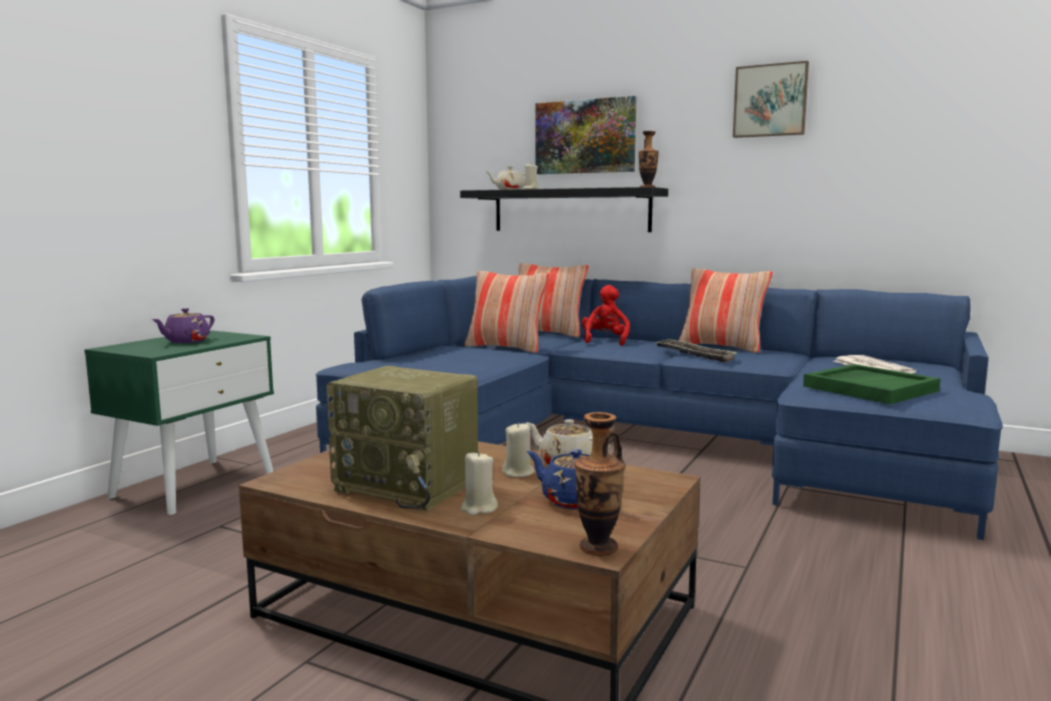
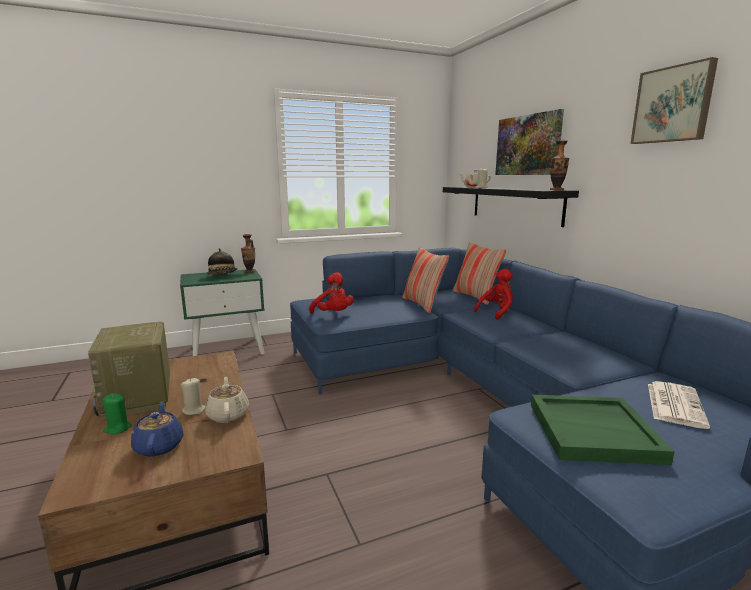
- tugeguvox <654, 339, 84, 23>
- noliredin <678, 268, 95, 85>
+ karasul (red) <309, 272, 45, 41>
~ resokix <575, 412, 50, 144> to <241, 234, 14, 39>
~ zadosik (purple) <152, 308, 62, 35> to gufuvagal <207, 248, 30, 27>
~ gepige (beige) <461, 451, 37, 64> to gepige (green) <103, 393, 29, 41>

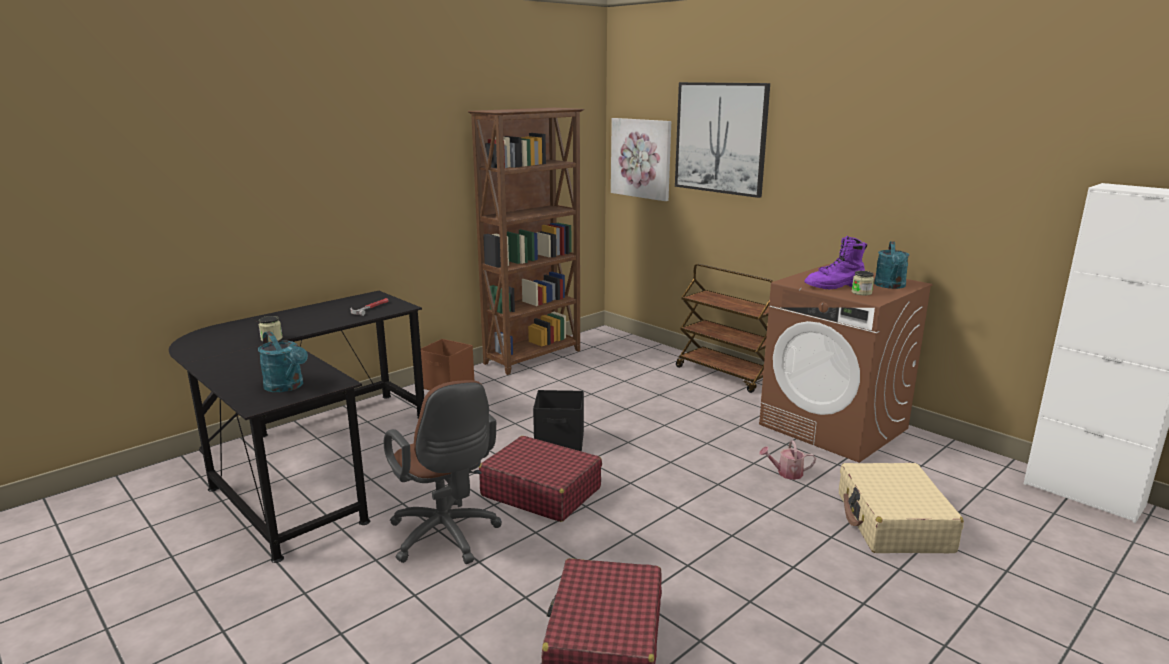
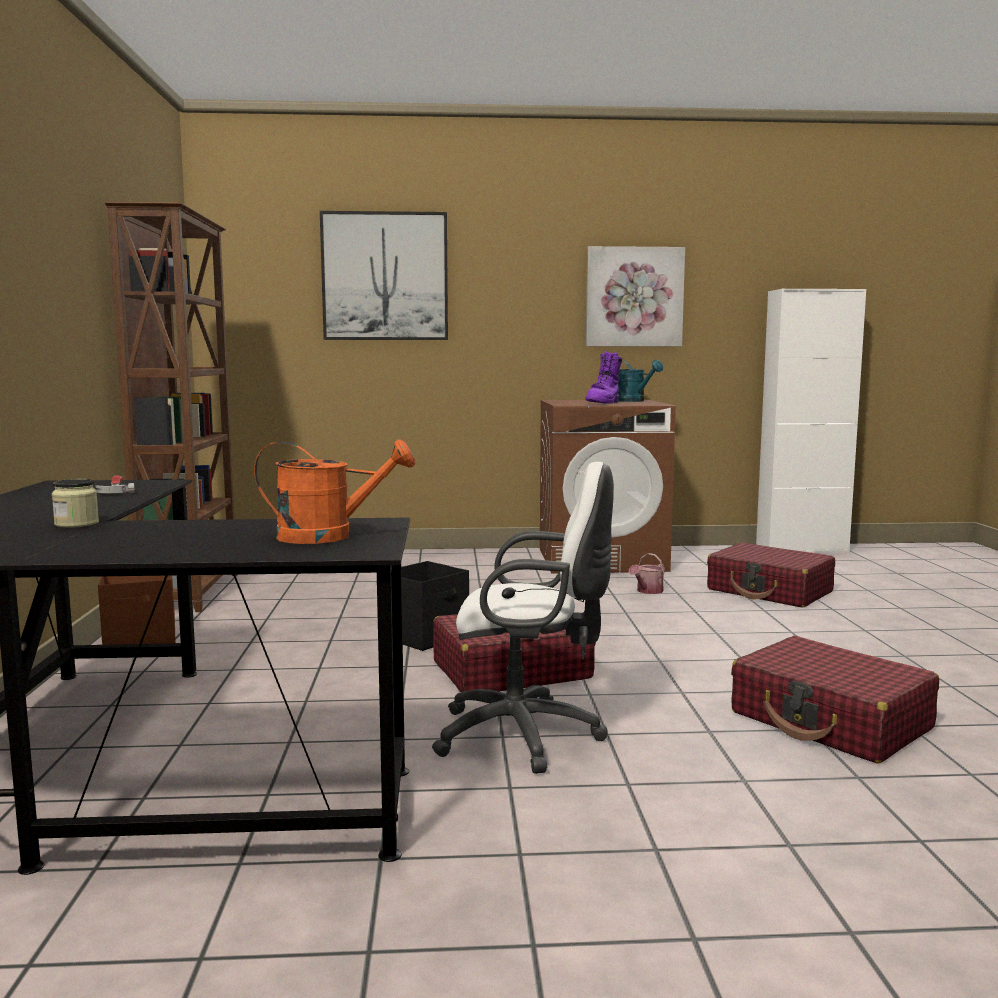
- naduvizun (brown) <676, 264, 97, 129>
- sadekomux <852, 271, 22, 24>
~ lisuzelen <611, 118, 60, 83> to <586, 246, 99, 101>
~ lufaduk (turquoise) <258, 331, 50, 61> to lufaduk (orange) <254, 439, 161, 105>
~ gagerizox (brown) <384, 380, 118, 184> to gagerizox (white) <432, 462, 182, 312>
~ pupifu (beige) <839, 463, 125, 90> to pupifu (red) <707, 542, 128, 66>

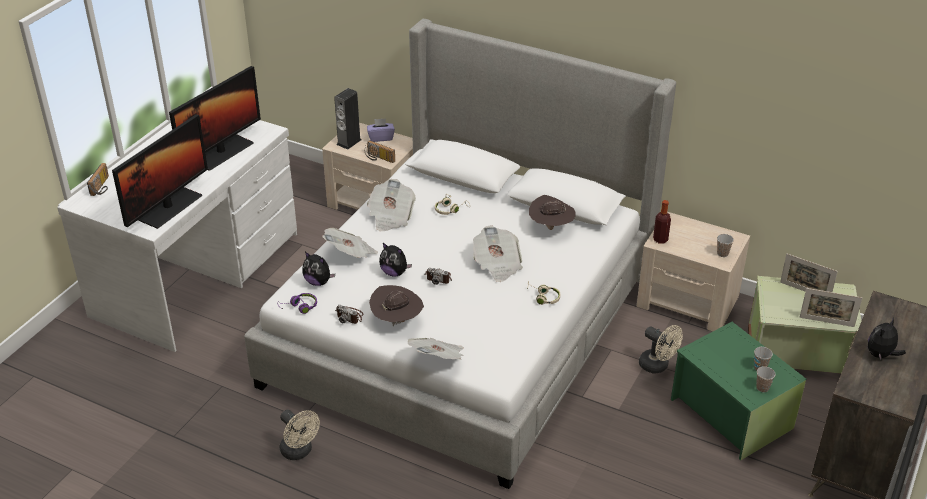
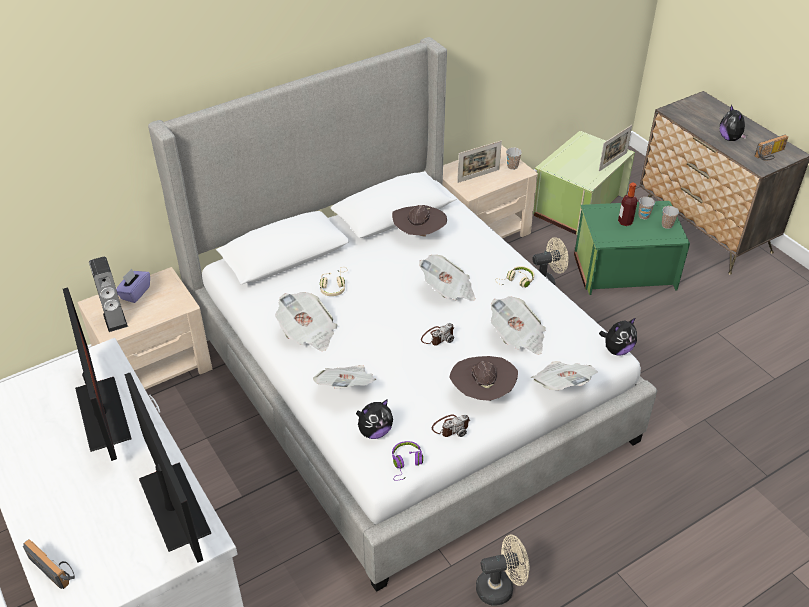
+ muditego <491, 296, 55, 59>
~ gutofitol <365, 140, 30, 23> to <755, 135, 33, 25>
~ karasul <379, 243, 33, 33> to <599, 317, 38, 38>
~ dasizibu <653, 200, 18, 44> to <618, 183, 20, 43>
~ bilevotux <780, 254, 58, 38> to <457, 141, 45, 42>

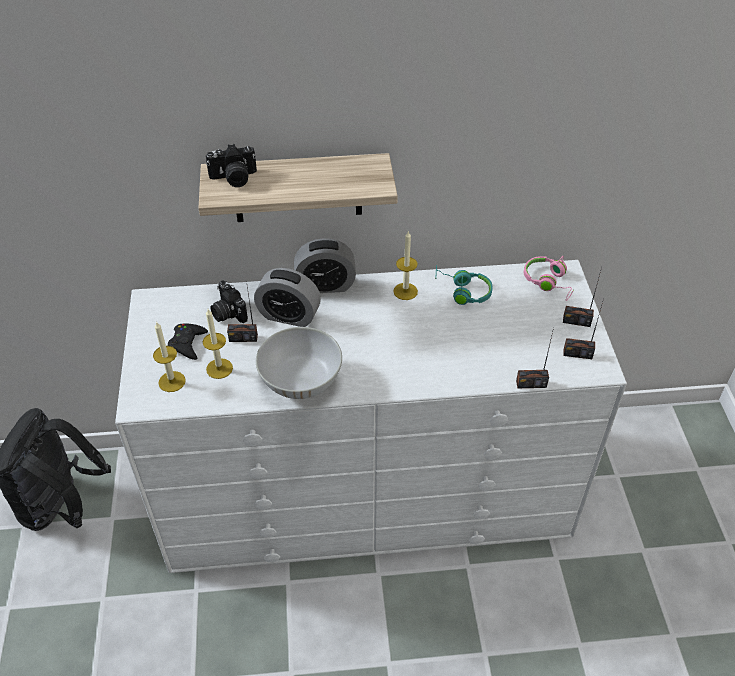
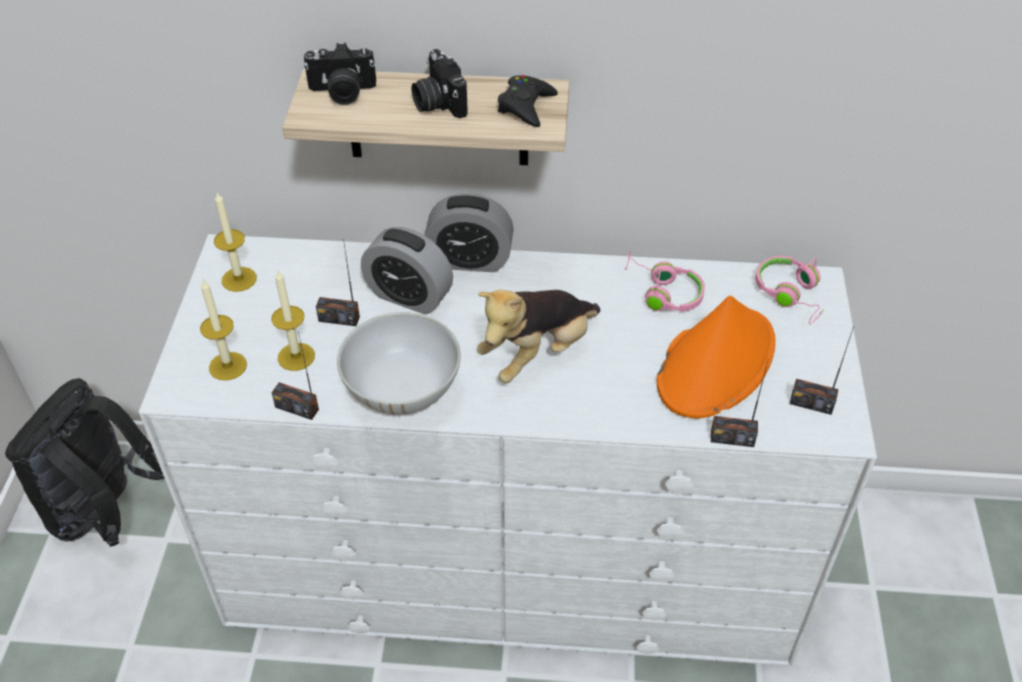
+ karasul <477, 290, 123, 93>
+ gufuvagal (orange) <657, 295, 119, 123>
~ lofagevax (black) <168, 323, 40, 37> to <498, 75, 60, 52>
~ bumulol <210, 280, 38, 43> to <412, 49, 56, 69>
~ gepige <394, 231, 24, 69> to <214, 192, 43, 100>
~ gutofitol <563, 267, 39, 60> to <271, 331, 48, 89>
~ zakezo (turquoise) <435, 265, 57, 40> to zakezo (pink) <625, 250, 80, 62>

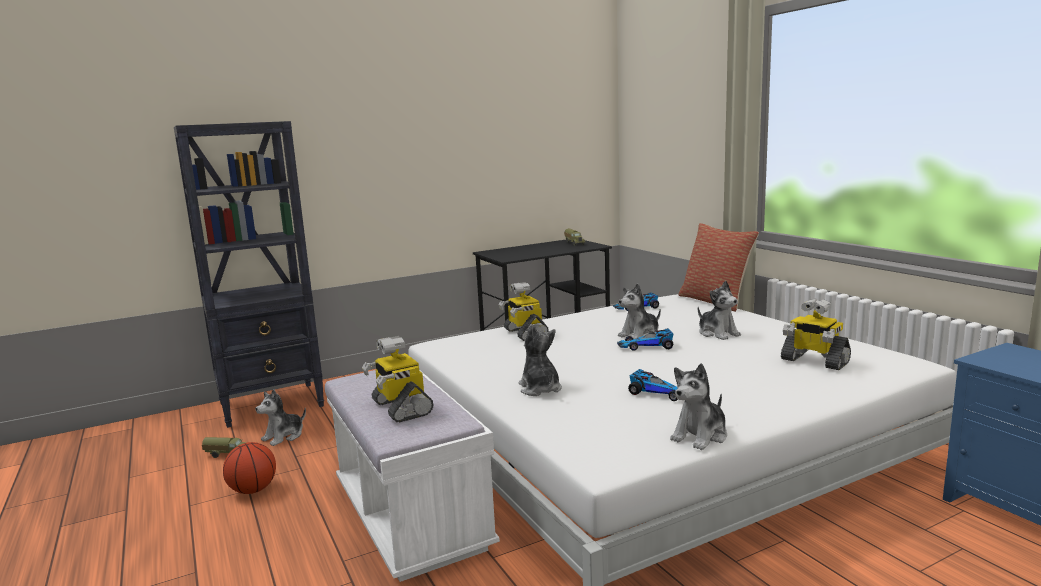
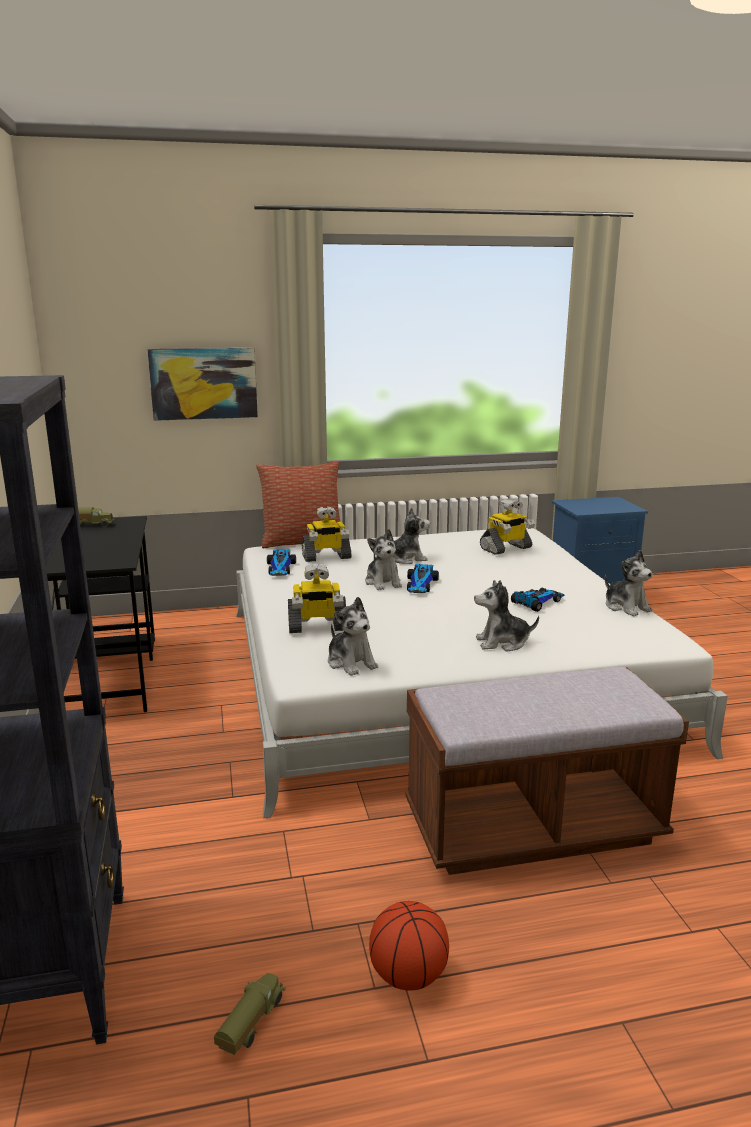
+ lisuzelen <147, 348, 111, 73>
~ karasul <255, 389, 51, 57> to <328, 597, 50, 79>
~ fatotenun <362, 336, 72, 87> to <302, 506, 50, 56>
~ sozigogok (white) <325, 370, 175, 212> to sozigogok (brown) <405, 667, 284, 208>

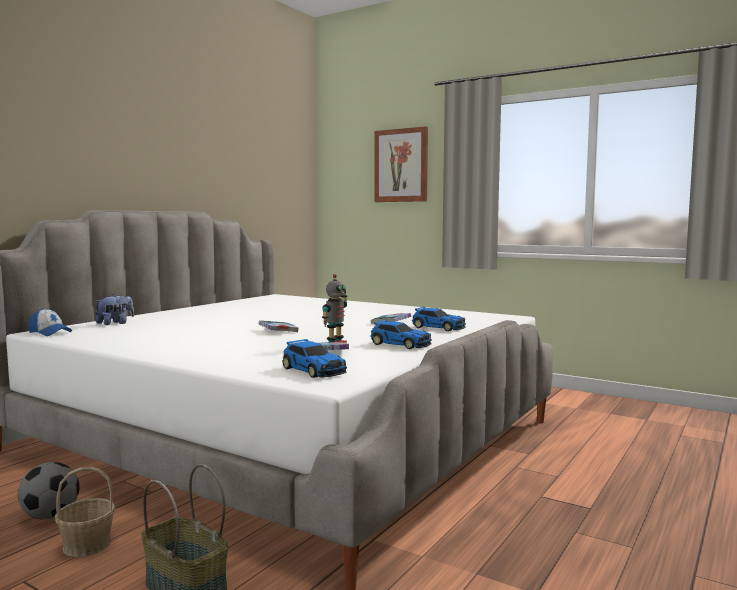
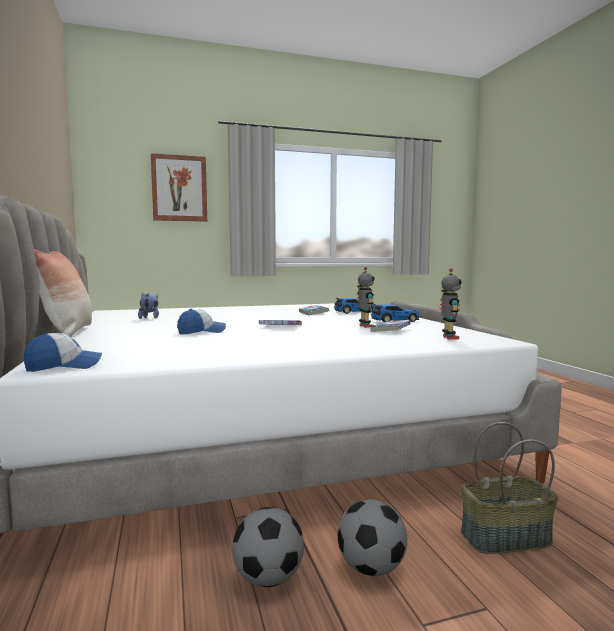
+ noliredin <34, 249, 58, 88>
+ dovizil <177, 309, 49, 25>
~ karasul <94, 294, 40, 31> to <138, 292, 21, 27>
~ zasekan <55, 467, 60, 90> to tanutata <338, 499, 69, 77>
~ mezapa <282, 339, 65, 39> to fatotenun <440, 268, 22, 71>

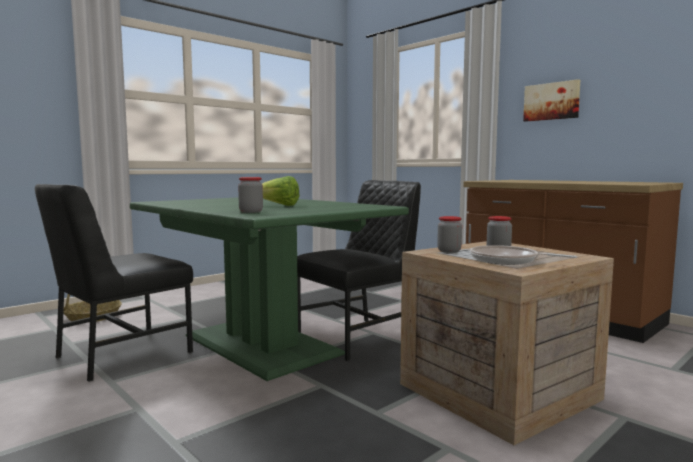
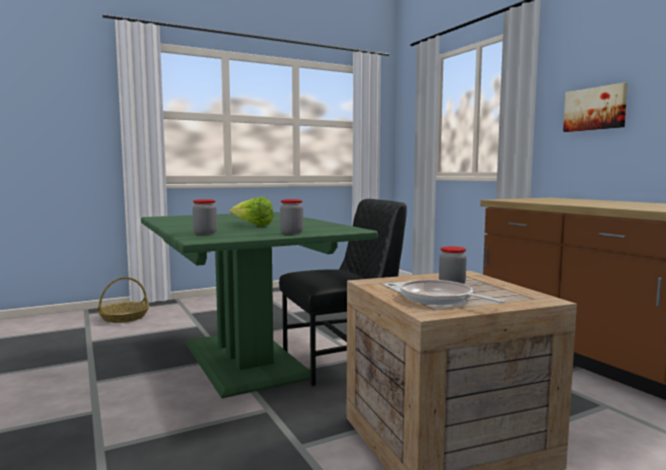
- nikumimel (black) <35, 184, 158, 198>
~ sadekomux <437, 216, 25, 37> to <280, 199, 23, 35>

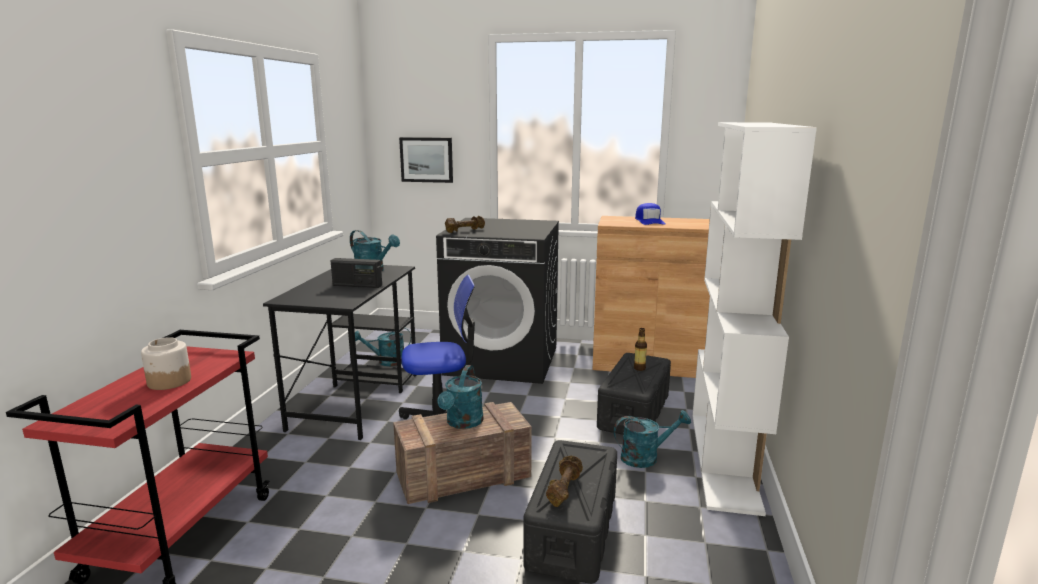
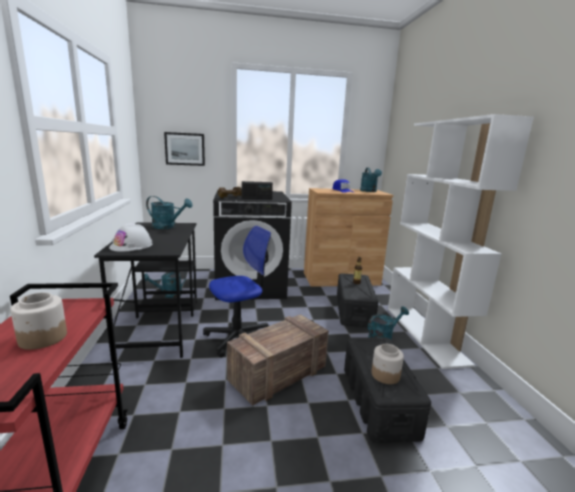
+ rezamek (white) <109, 223, 43, 29>
~ gutofitol <331, 258, 51, 30> to <242, 181, 31, 18>
~ lufaduk (turquoise) <437, 365, 47, 64> to <360, 168, 22, 24>
~ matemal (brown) <546, 456, 37, 51> to sadekomux <371, 344, 33, 40>

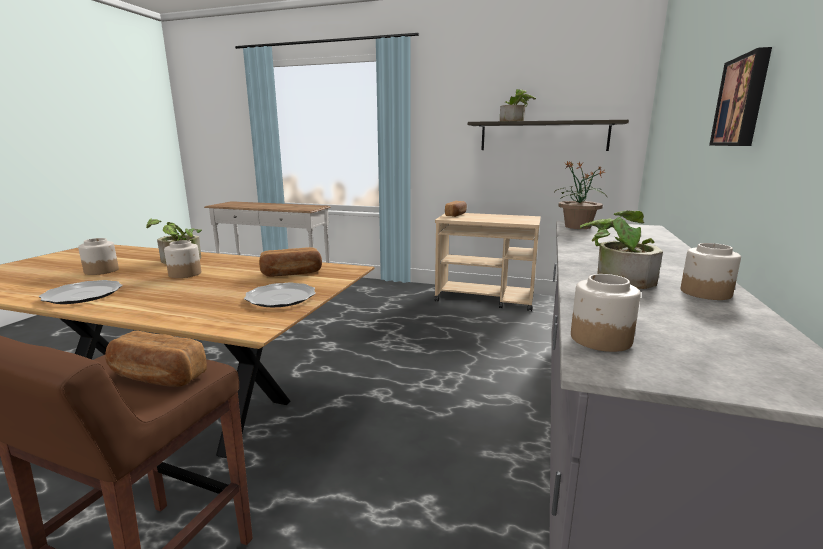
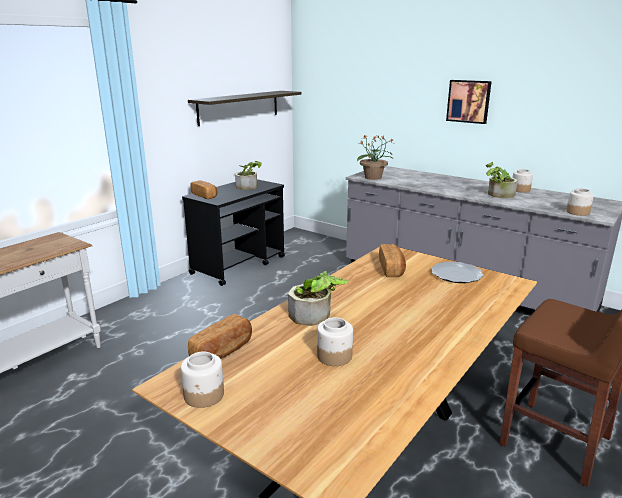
- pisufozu <39, 280, 84, 24>
~ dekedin <105, 331, 102, 56> to <188, 314, 64, 45>
~ sadekomux <164, 240, 37, 38> to <181, 352, 43, 56>
~ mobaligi <500, 89, 36, 32> to <235, 161, 27, 29>
~ naduvizun (beige) <434, 213, 107, 98> to naduvizun (black) <182, 179, 103, 107>

